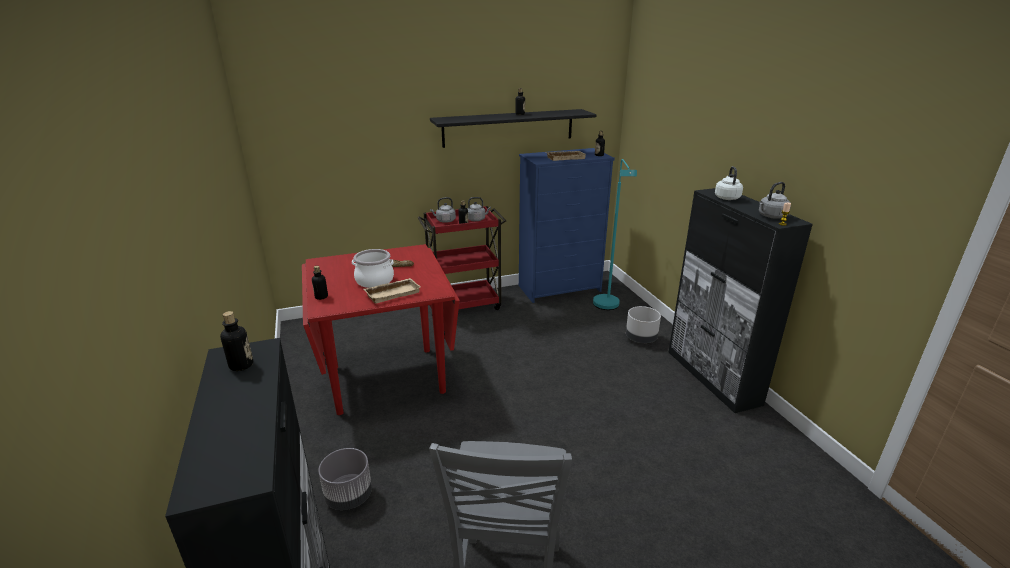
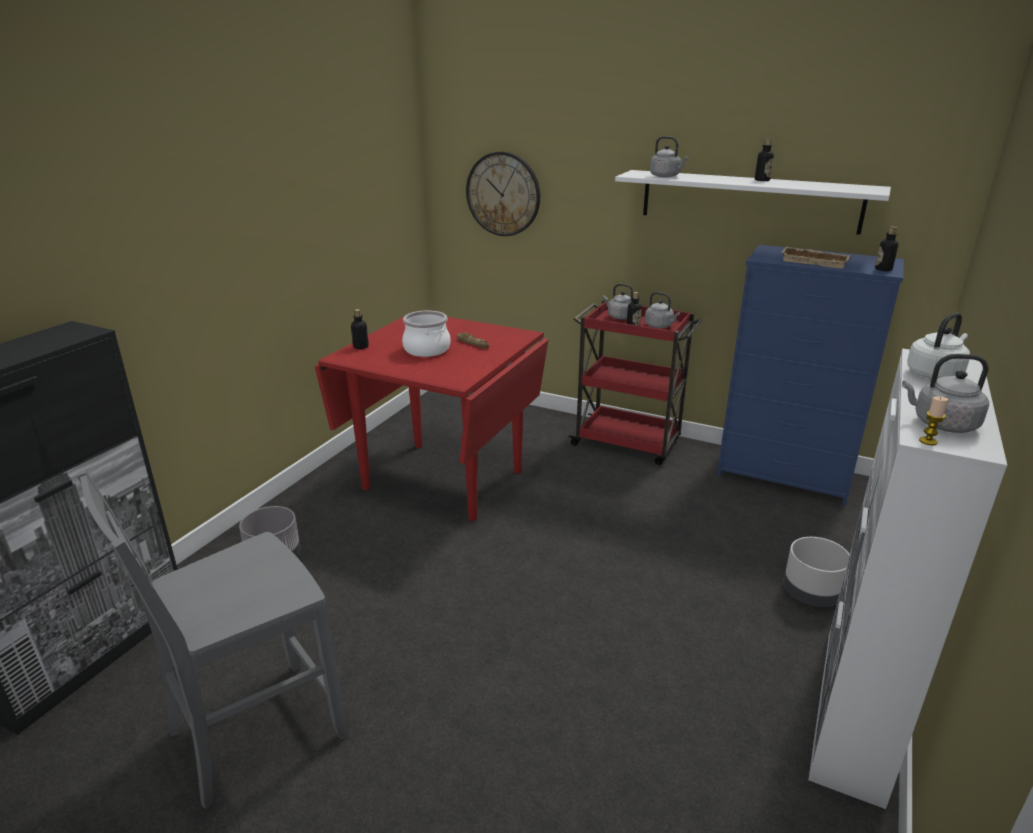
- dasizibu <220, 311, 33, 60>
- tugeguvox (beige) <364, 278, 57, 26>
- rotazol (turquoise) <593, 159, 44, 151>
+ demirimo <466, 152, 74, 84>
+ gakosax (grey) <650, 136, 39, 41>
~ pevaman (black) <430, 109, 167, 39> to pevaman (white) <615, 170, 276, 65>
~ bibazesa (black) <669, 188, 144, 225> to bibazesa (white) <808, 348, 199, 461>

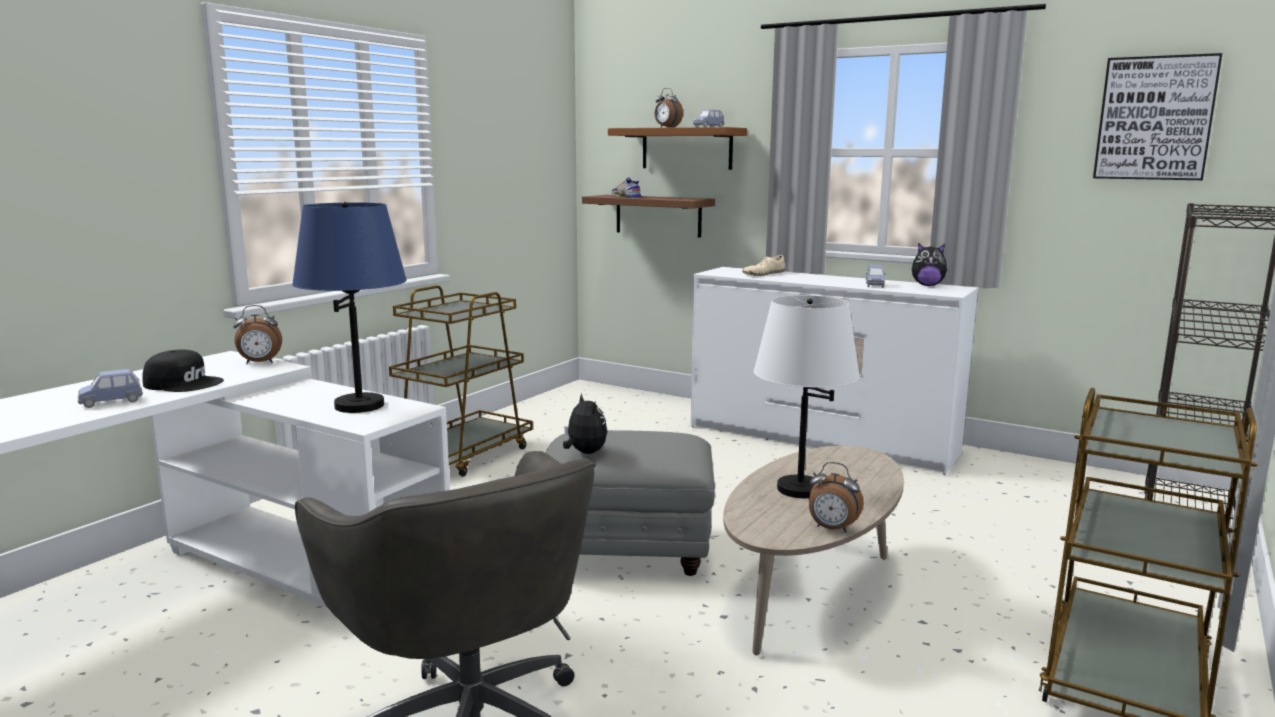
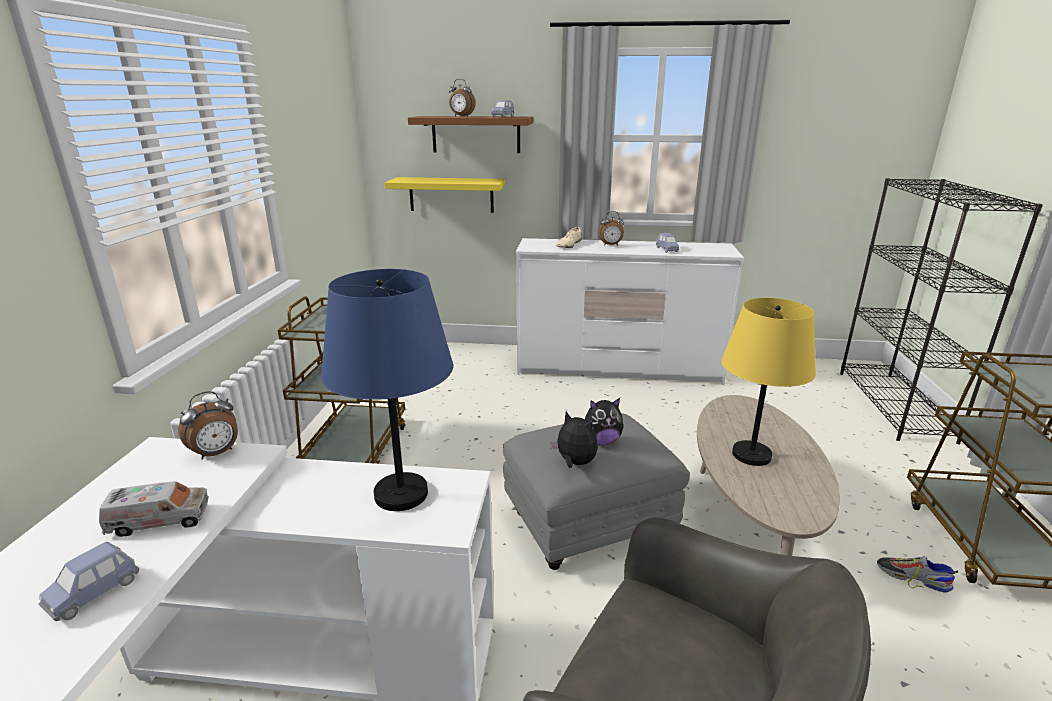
- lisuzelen <1093, 53, 129, 127>
~ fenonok <611, 177, 30, 21> to <877, 556, 81, 37>
~ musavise <809, 462, 55, 71> to <598, 211, 26, 35>
~ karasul <912, 243, 37, 43> to <585, 398, 38, 47>
~ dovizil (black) <142, 349, 82, 43> to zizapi <99, 481, 110, 56>
~ pevaman (brown) <582, 195, 133, 43> to pevaman (yellow) <384, 177, 121, 36>
~ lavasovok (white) <754, 295, 106, 203> to lavasovok (yellow) <721, 298, 95, 168>

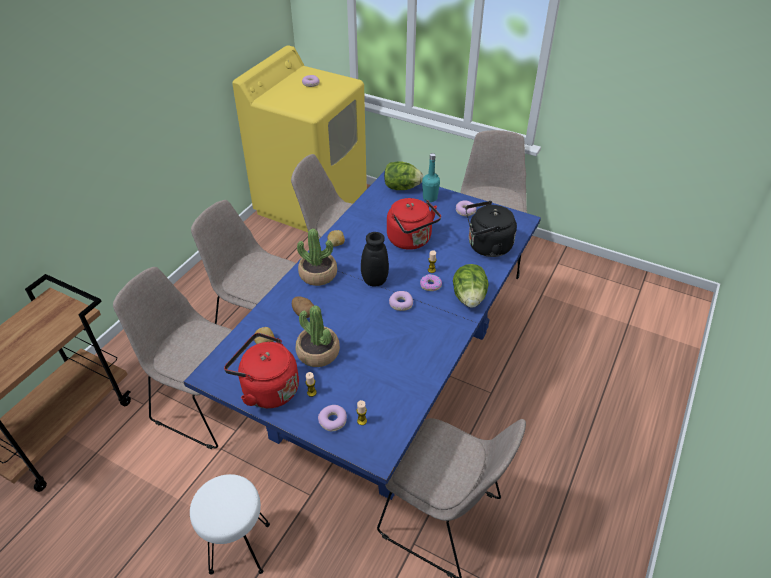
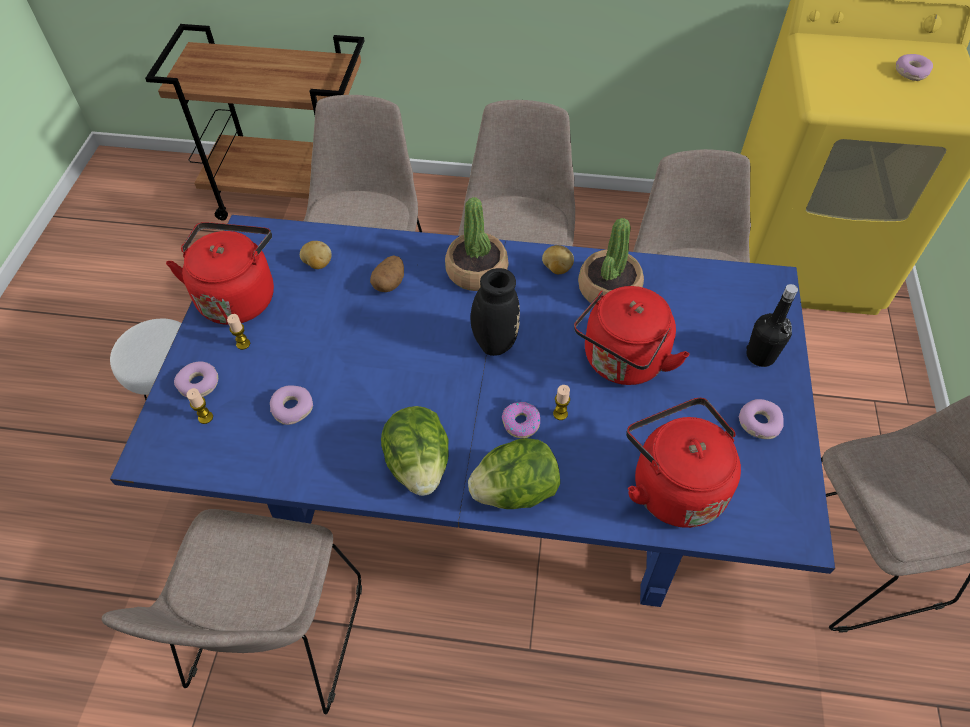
~ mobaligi <296, 305, 44, 62> to <578, 218, 66, 87>
~ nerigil <384, 161, 39, 29> to <381, 406, 68, 90>
~ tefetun <389, 291, 24, 20> to <270, 385, 43, 40>
~ dasizibu (turquoise) <422, 153, 18, 49> to dasizibu (black) <746, 284, 52, 83>
~ gakosax (black) <465, 201, 52, 56> to gakosax (red) <626, 398, 115, 130>

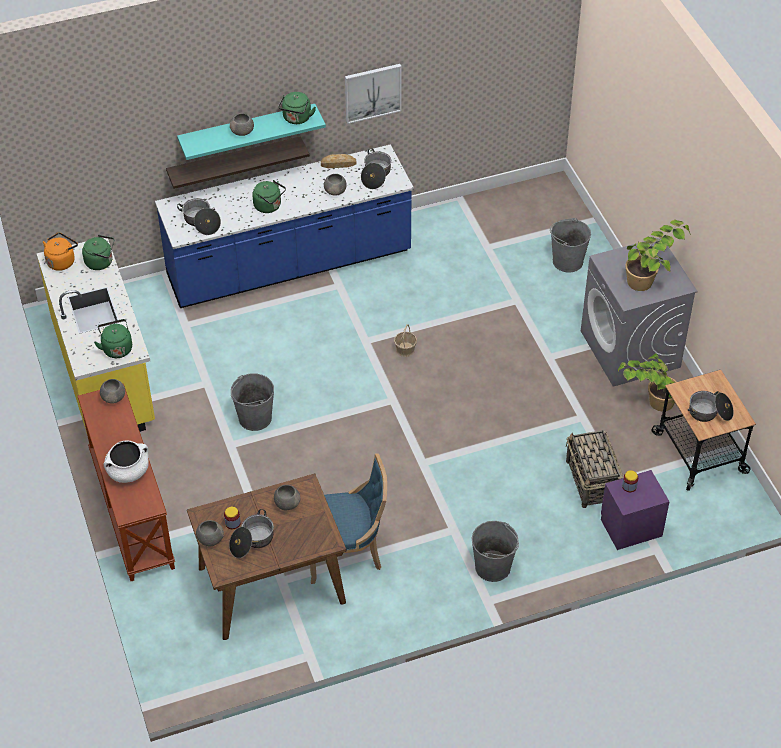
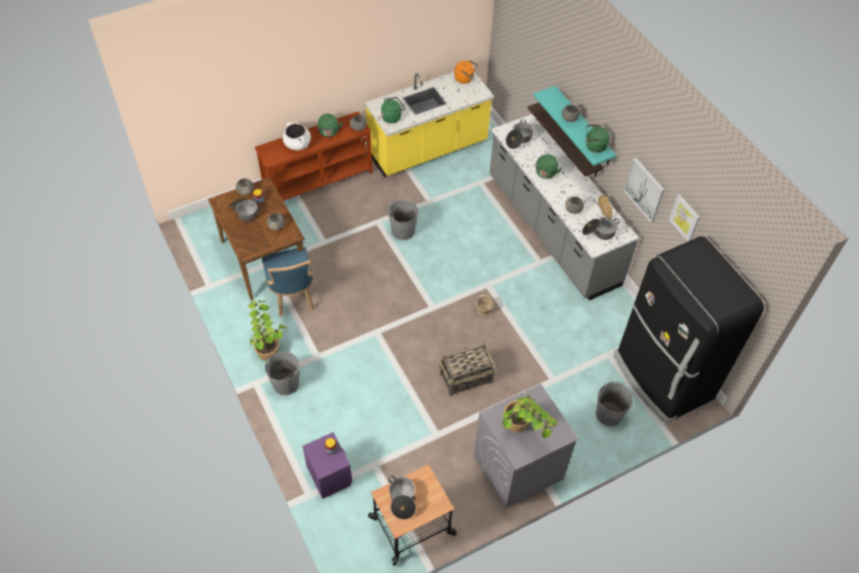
+ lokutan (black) <614, 236, 150, 188>
+ lisuzelen <669, 195, 31, 46>
~ gakosax (green) <82, 235, 32, 35> to <318, 114, 25, 23>
~ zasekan <566, 430, 57, 78> to <439, 344, 57, 52>
~ mobaligi <618, 353, 59, 58> to <247, 300, 39, 61>
~ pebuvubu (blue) <155, 144, 259, 164> to pebuvubu (grey) <490, 114, 149, 186>

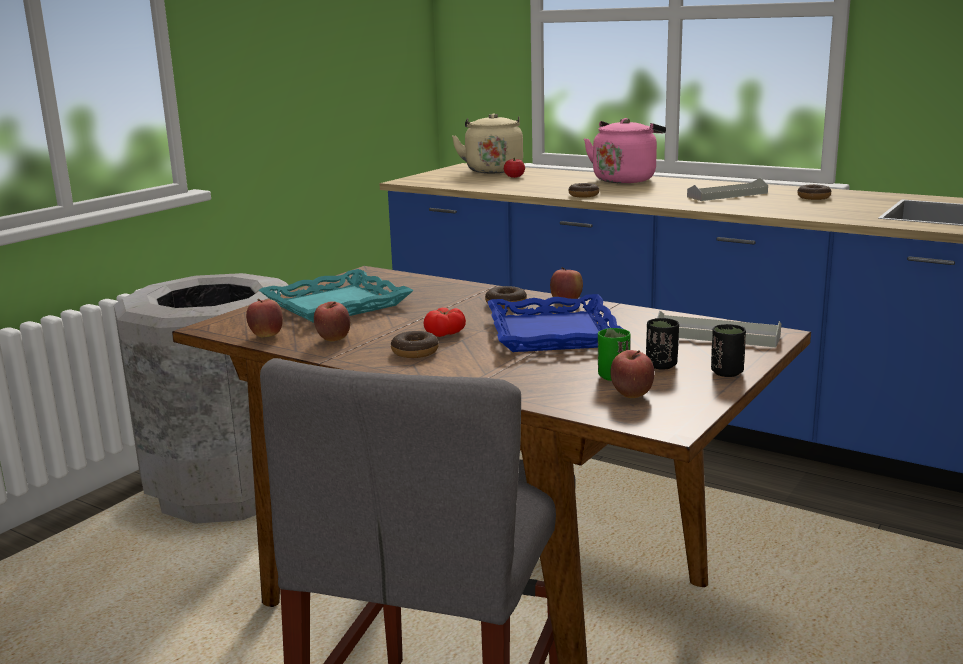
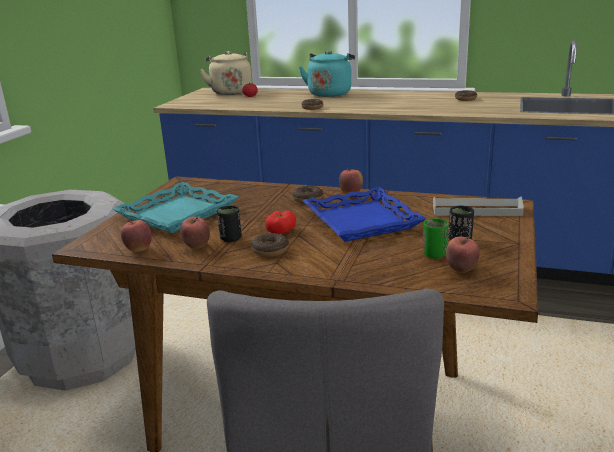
- tugeguvox (grey) <687, 178, 81, 23>
~ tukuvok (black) <711, 324, 35, 53> to <217, 206, 25, 36>
~ gakosax (pink) <584, 118, 82, 65> to gakosax (turquoise) <299, 50, 56, 47>

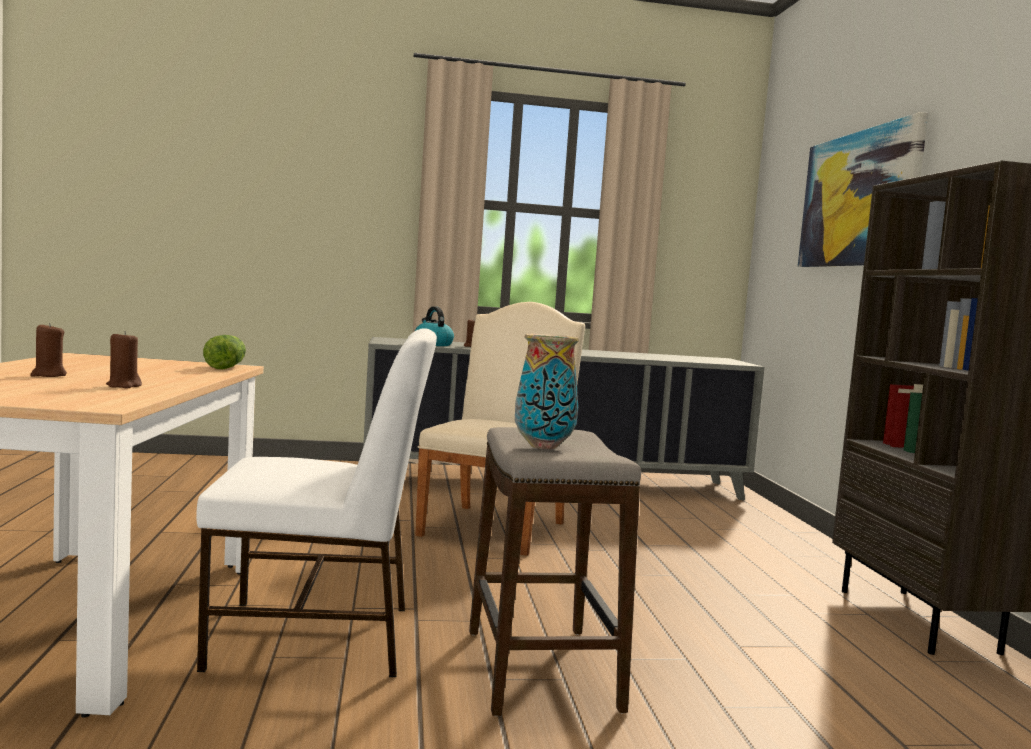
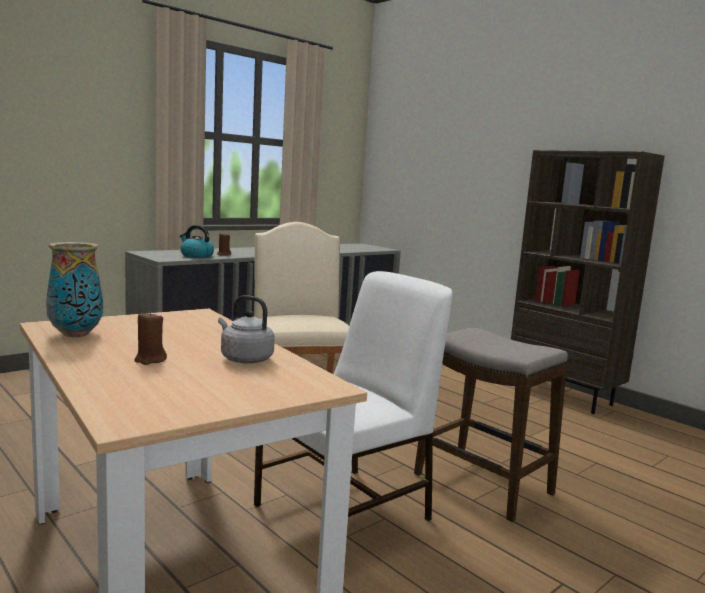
- nerigil <203, 335, 43, 34>
- lisuzelen <798, 112, 130, 155>
~ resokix <515, 334, 64, 115> to <46, 242, 57, 95>
~ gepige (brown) <106, 331, 36, 57> to gakosax (grey) <218, 295, 57, 69>

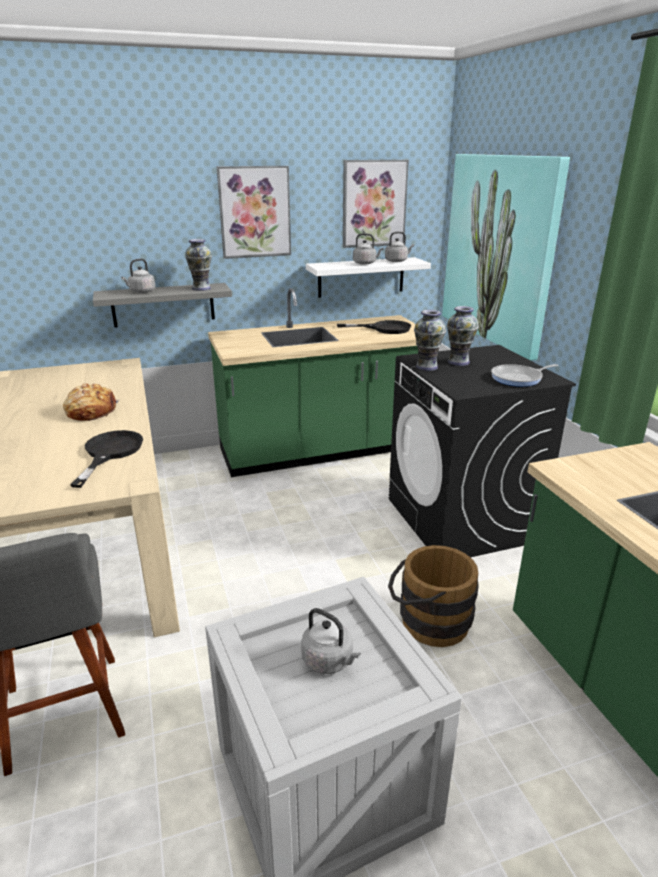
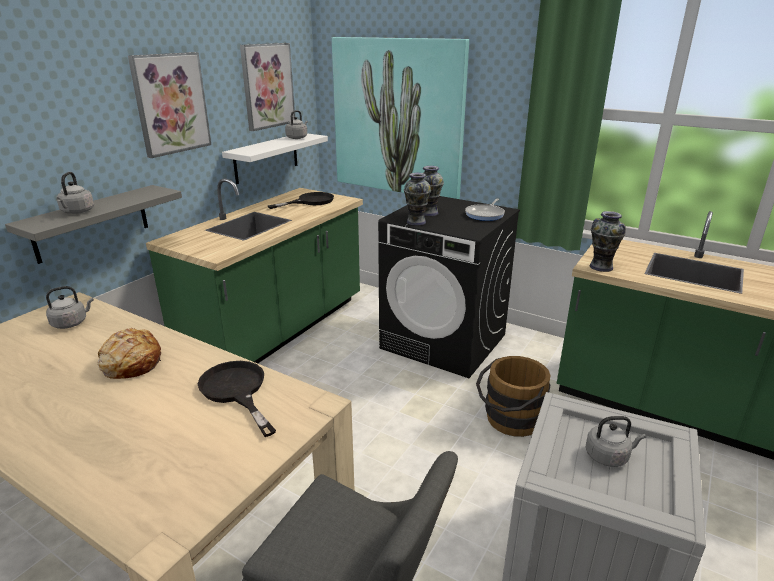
~ resokix <185, 239, 27, 52> to <589, 211, 37, 61>
~ gakosax (grey) <353, 233, 30, 32> to <46, 286, 48, 43>

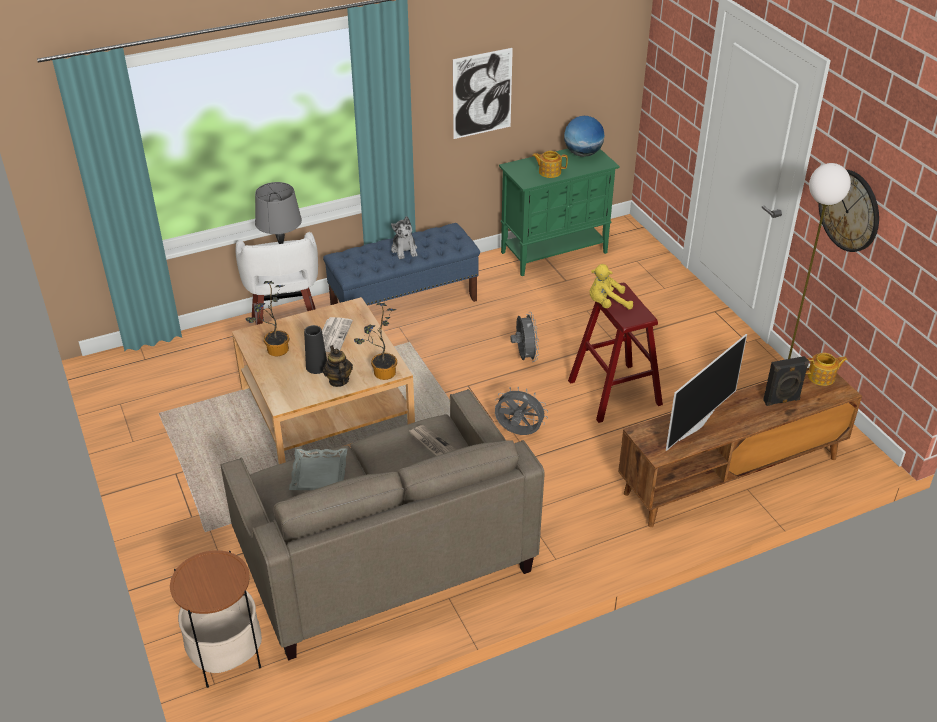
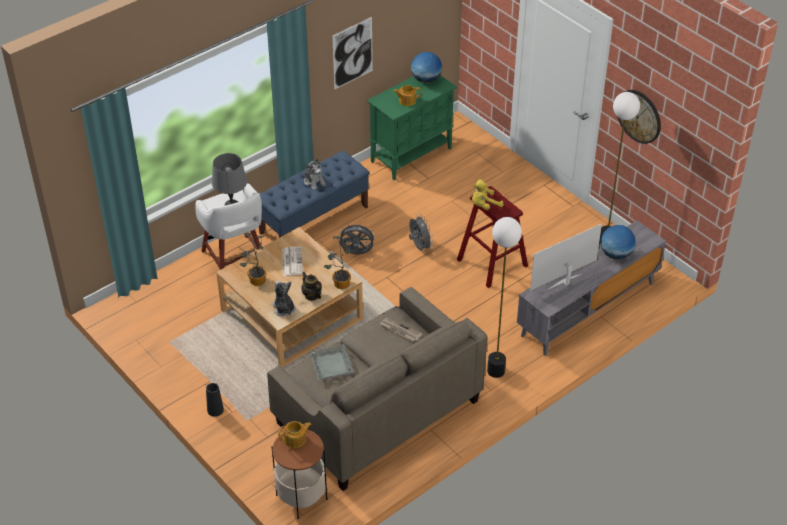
+ karasul <272, 281, 23, 36>
+ rotazol <487, 217, 35, 161>
~ resokix (black) <304, 325, 23, 49> to <206, 383, 18, 34>
~ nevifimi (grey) <495, 387, 53, 48> to <338, 223, 38, 31>
~ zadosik <806, 353, 41, 33> to <278, 421, 34, 27>
~ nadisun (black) <763, 356, 46, 50> to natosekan <601, 225, 35, 35>
~ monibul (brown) <618, 368, 244, 159> to monibul (grey) <517, 221, 149, 135>
~ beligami <666, 334, 81, 117> = <530, 224, 72, 67> 150 degrees counterclockwise

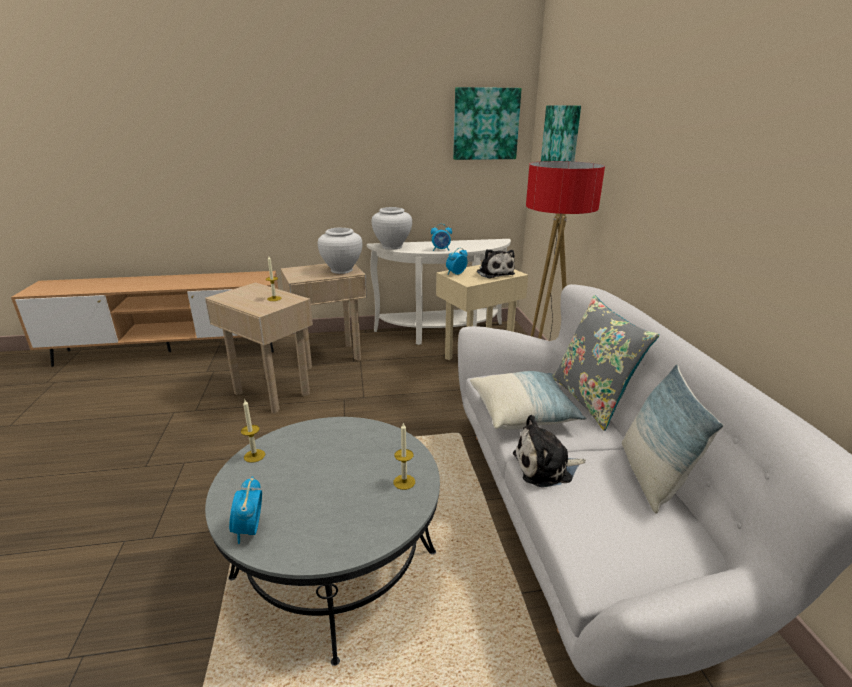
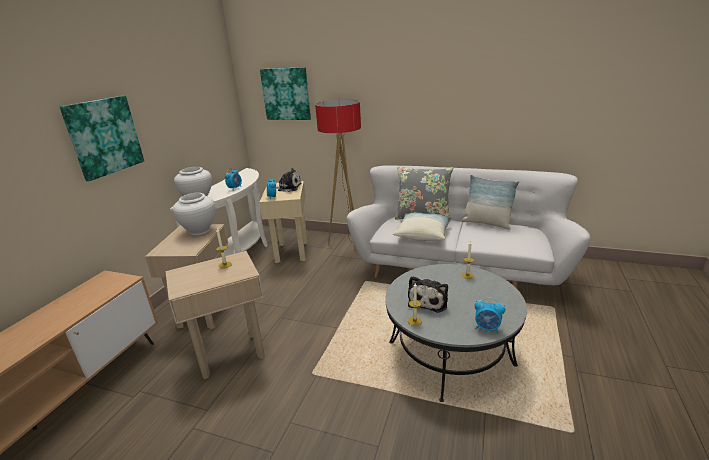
~ lisuzelen <453, 87, 68, 73> to <60, 96, 84, 85>
~ karasul <513, 415, 73, 72> to <408, 276, 40, 37>

